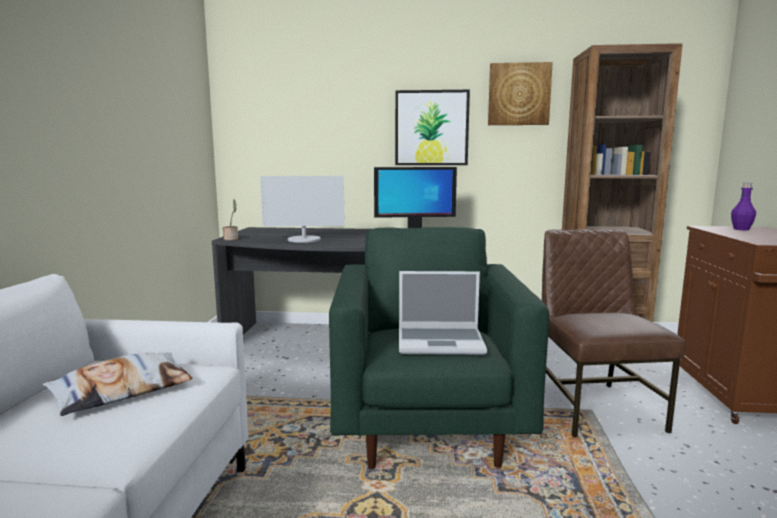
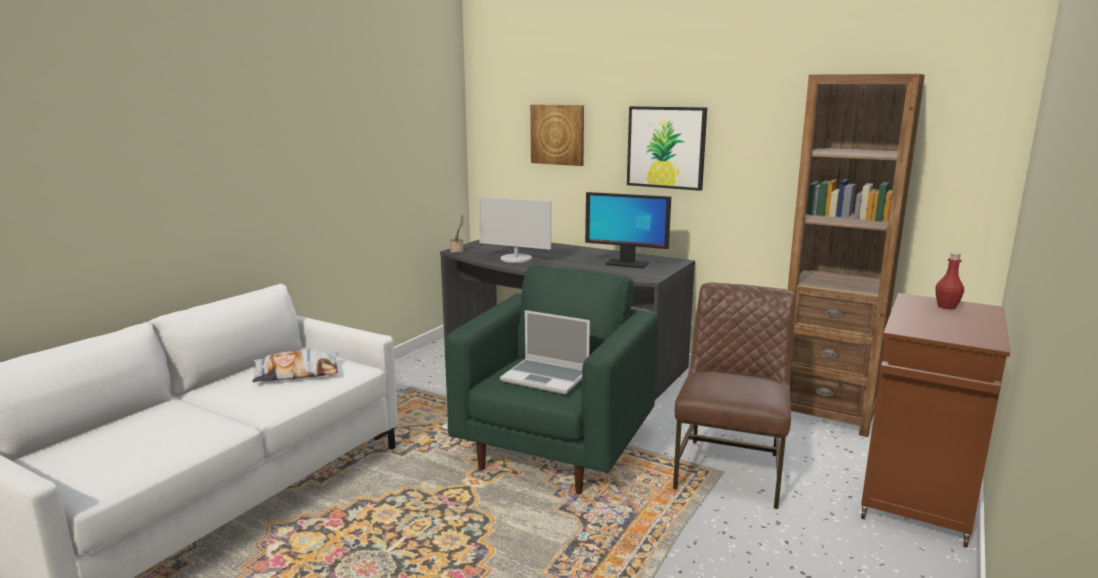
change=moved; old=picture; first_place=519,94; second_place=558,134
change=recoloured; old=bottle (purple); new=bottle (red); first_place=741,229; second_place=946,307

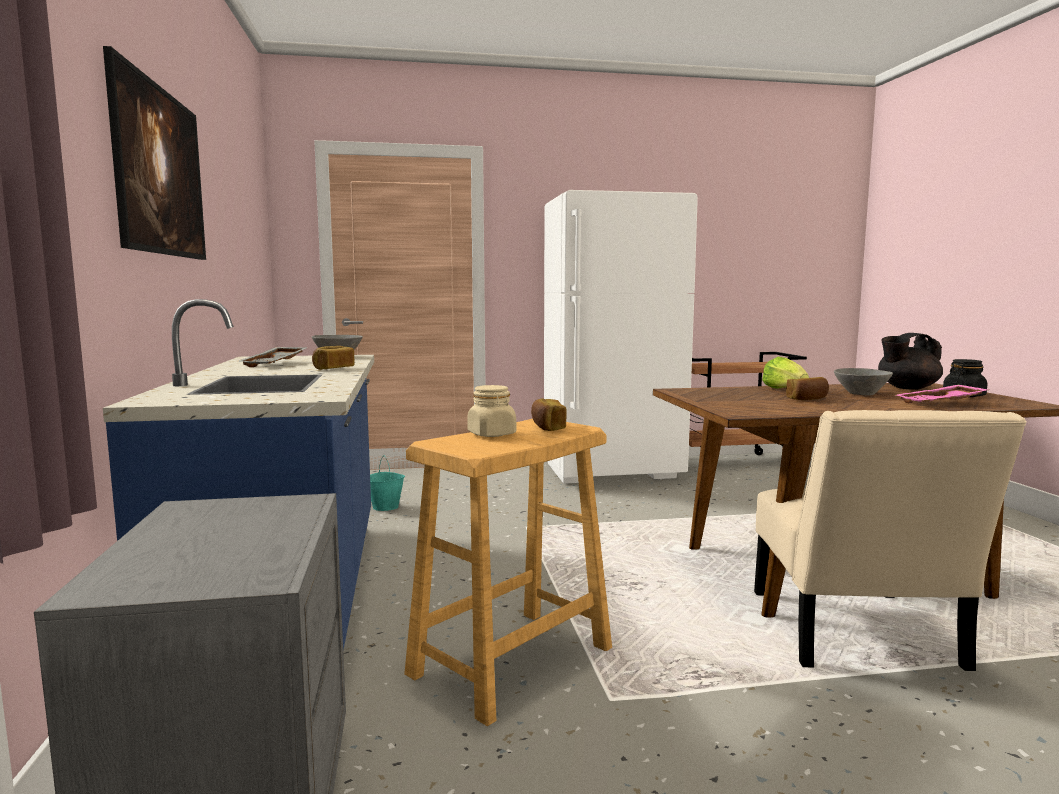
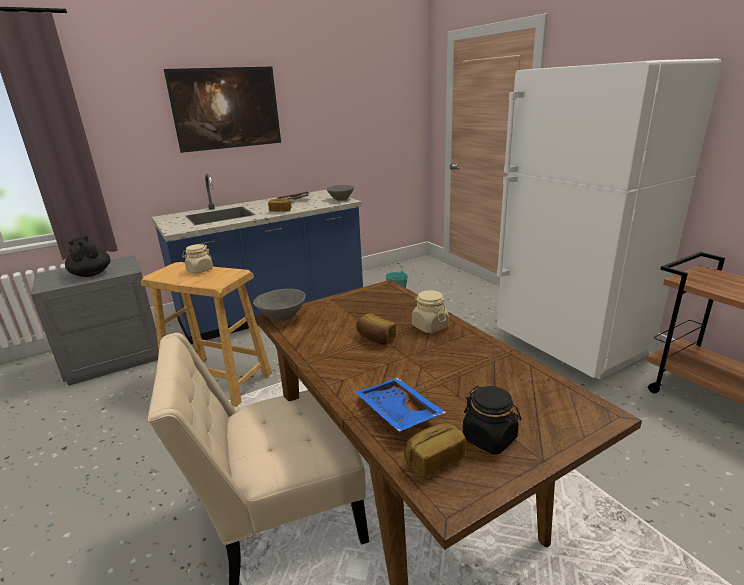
change=moved; old=bread; first_place=547,427; second_place=434,459
change=replaced; old=lettuce; new=jar (beige); first_place=785,390; second_place=429,326
change=moved; old=bowl (grey); first_place=861,394; second_place=281,317
change=moved; old=teapot (black); first_place=907,388; second_place=91,274
change=recoloured; old=tray (pink); new=tray (blue); first_place=941,403; second_place=396,413

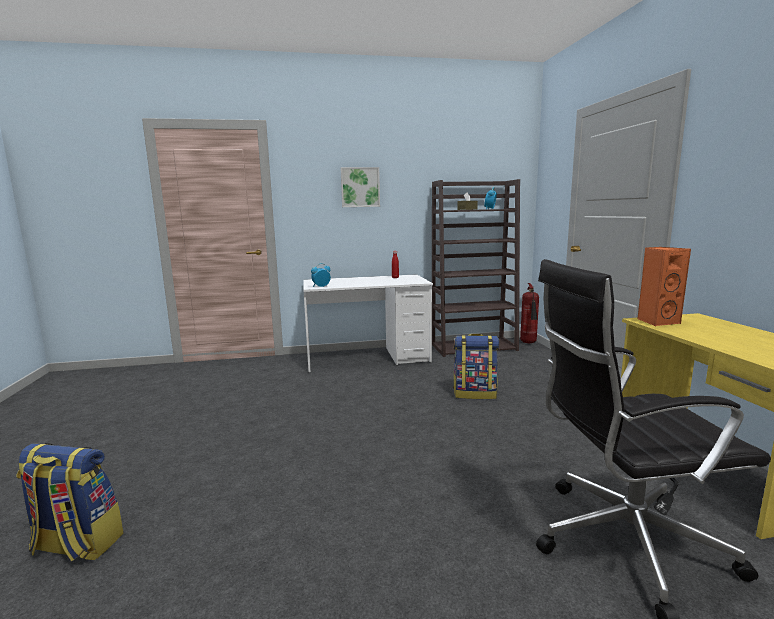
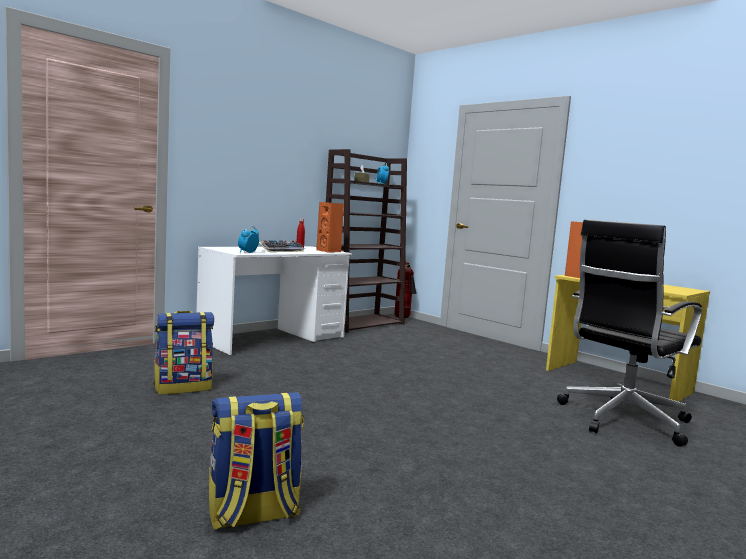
change=removed; old=picture; first_place=360,187
change=moved; old=backpack; first_place=475,393; second_place=183,387
change=added; new=keyboard; second_place=281,250
change=added; new=speaker (orange); second_place=329,251

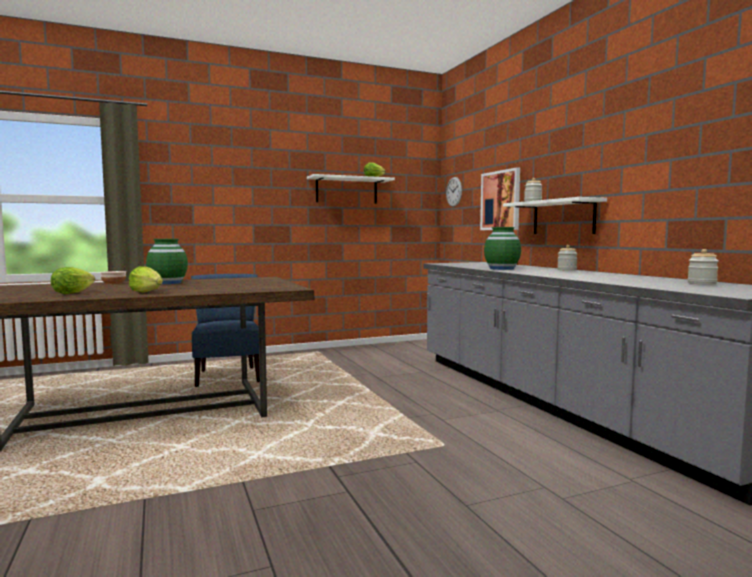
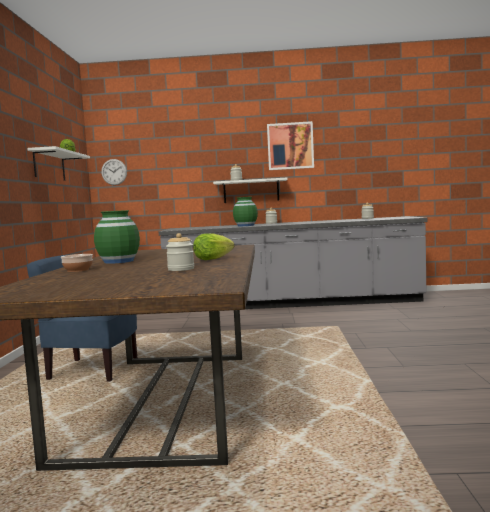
change=replaced; old=lettuce; new=jar; first_place=72,293; second_place=181,269
change=moved; old=picture; first_place=500,200; second_place=290,146

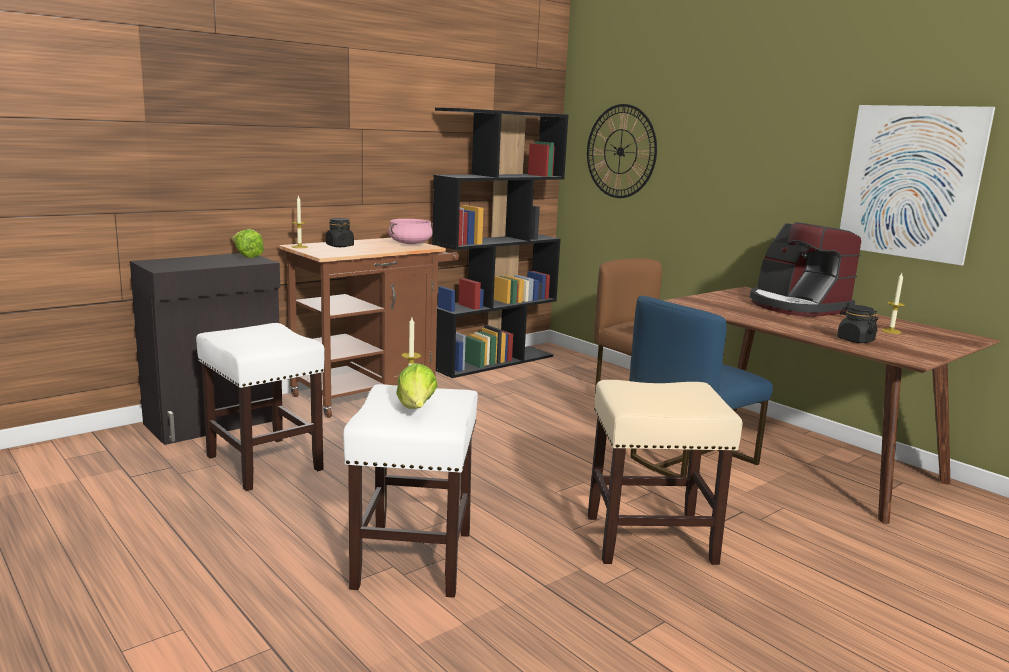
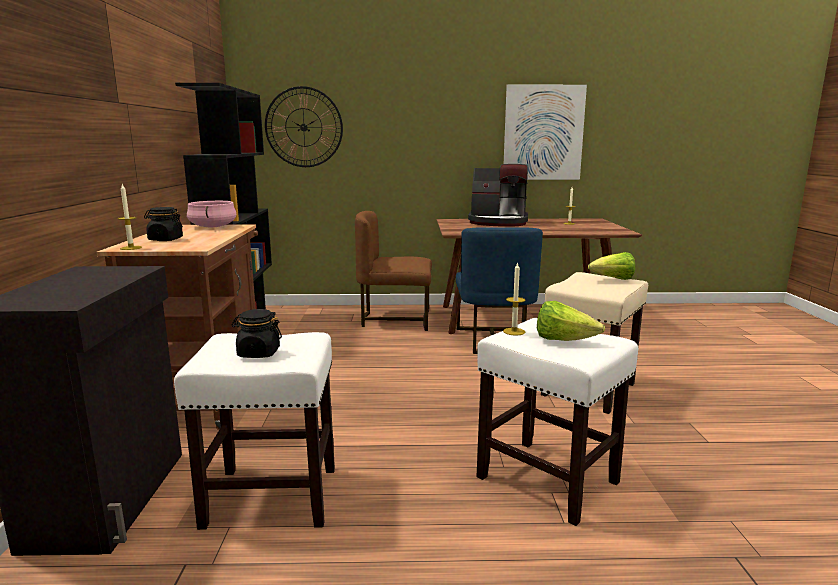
change=moved; old=lettuce; first_place=246,256; second_place=613,279
change=moved; old=jar (black); first_place=855,340; second_place=258,353

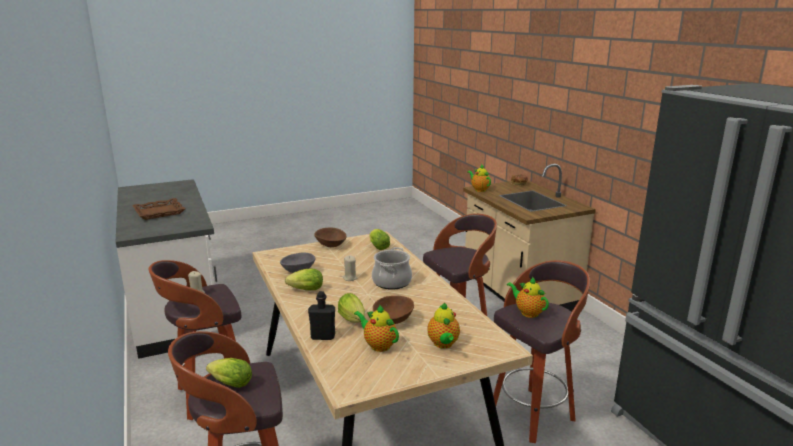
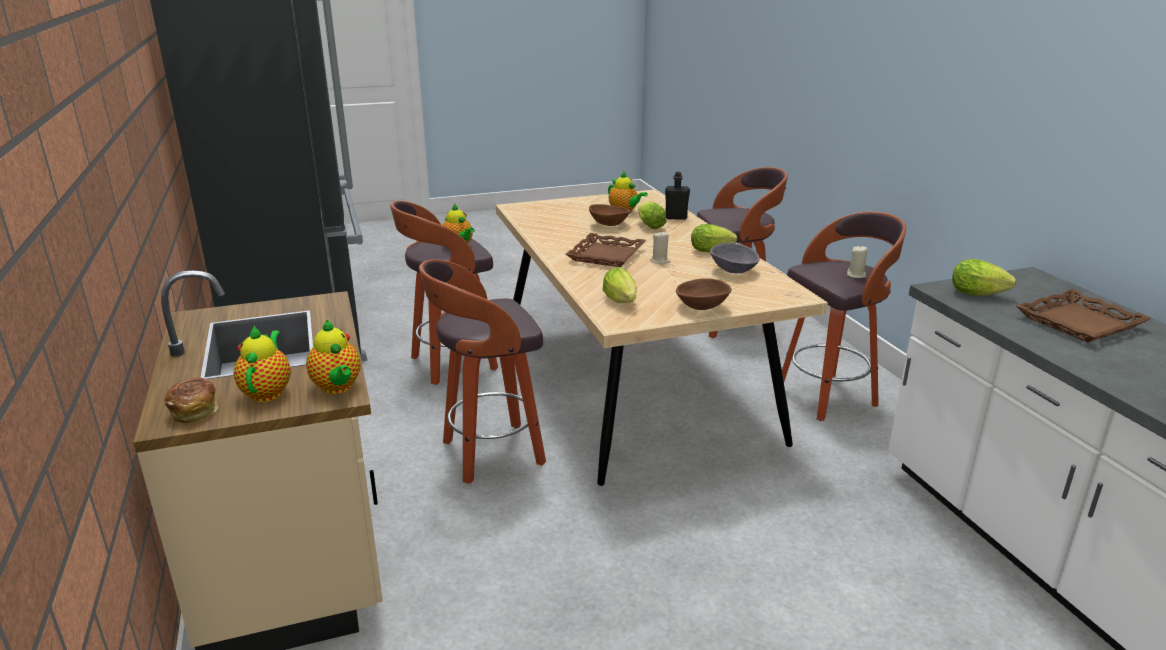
change=moved; old=lettuce; first_place=229,383; second_place=980,294
change=replaced; old=cooking pot; new=tray (brown); first_place=392,282; second_place=605,255
change=moved; old=teapot; first_place=443,344; second_place=268,392

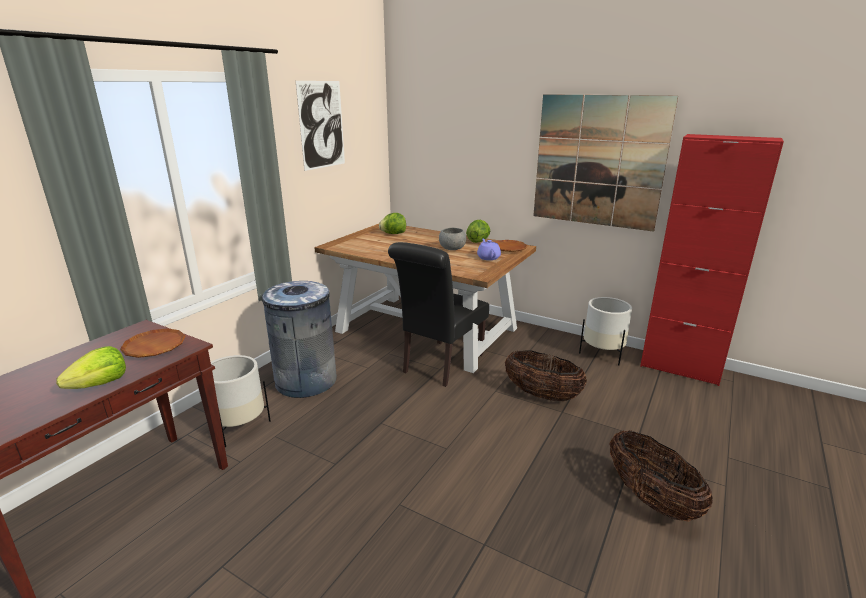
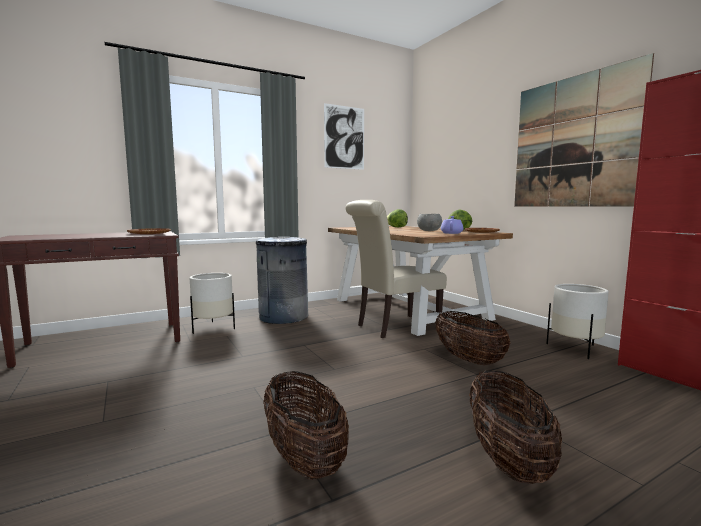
change=removed; old=lettuce; first_place=100,384
change=recoloured; old=chair (black); new=chair (beige); first_place=440,365; second_place=393,327
change=added; new=basket; second_place=304,458

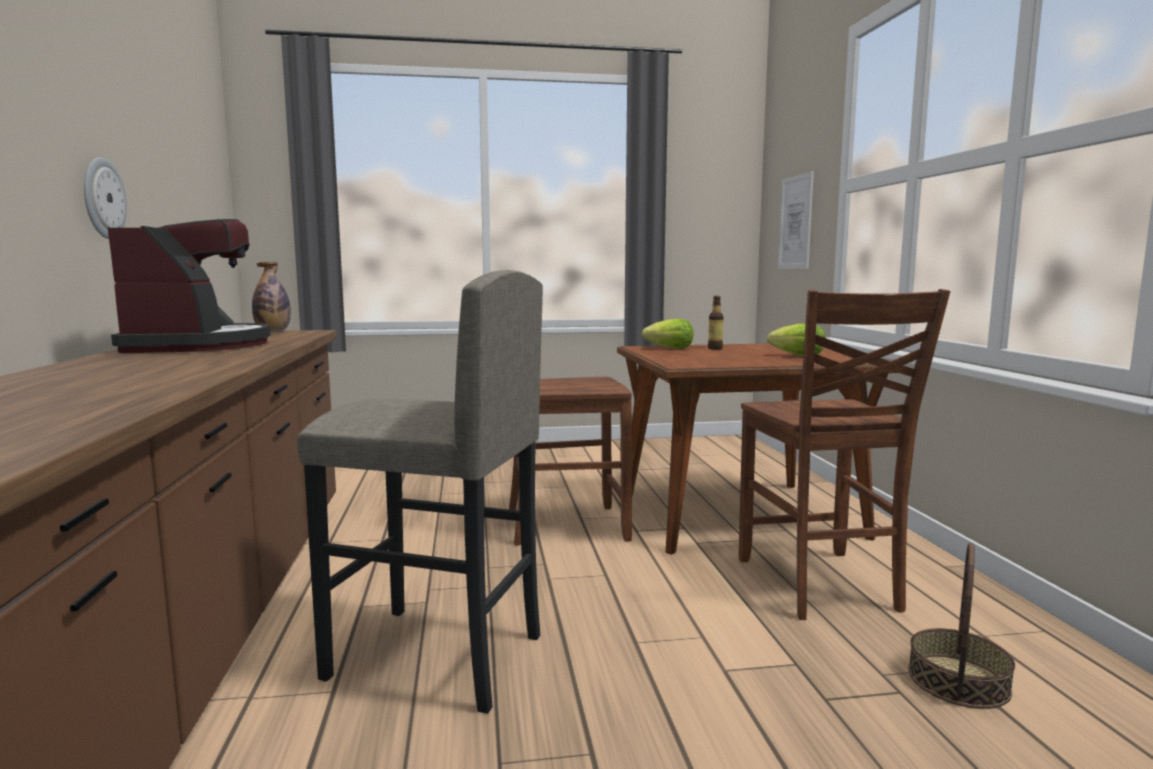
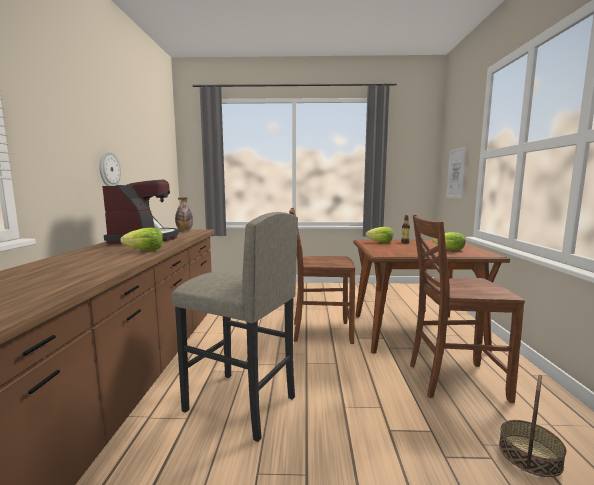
change=turned; old=chair (brown); first_place=819,585; second_place=453,380; degrees=90
change=added; new=lettuce; second_place=145,250

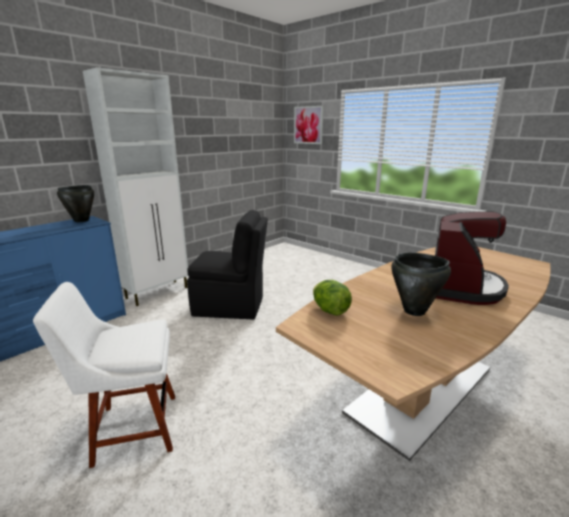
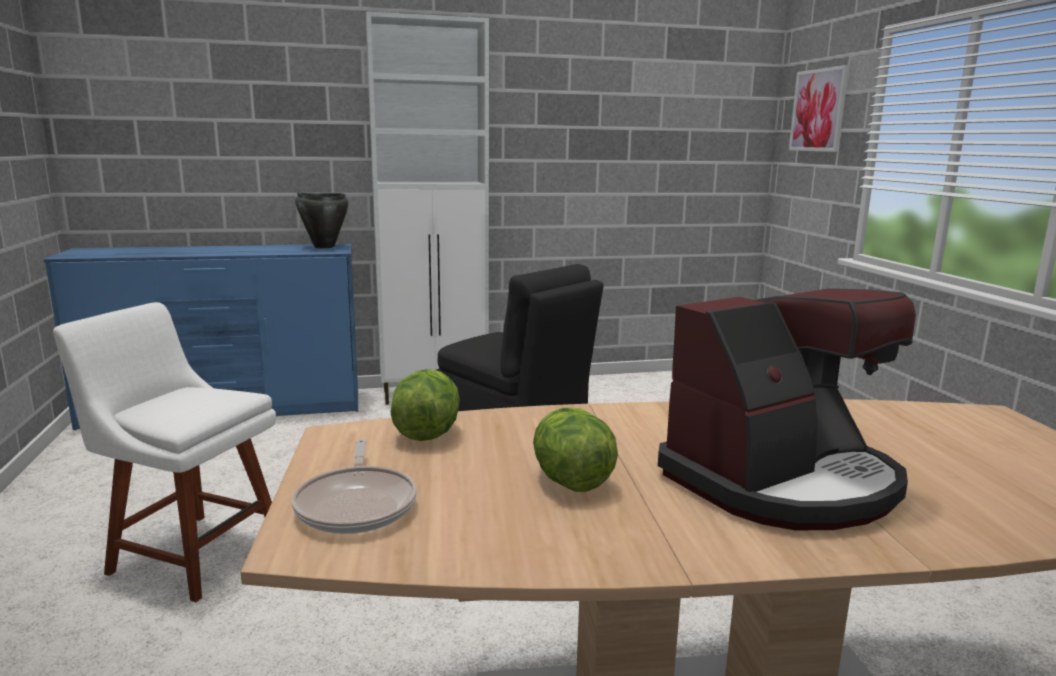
change=replaced; old=cooking pot (black); new=lettuce; first_place=414,311; second_place=570,481
change=added; new=frying pan; second_place=357,504

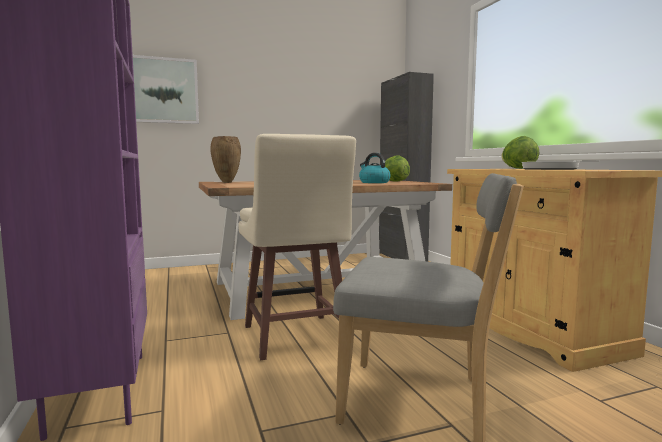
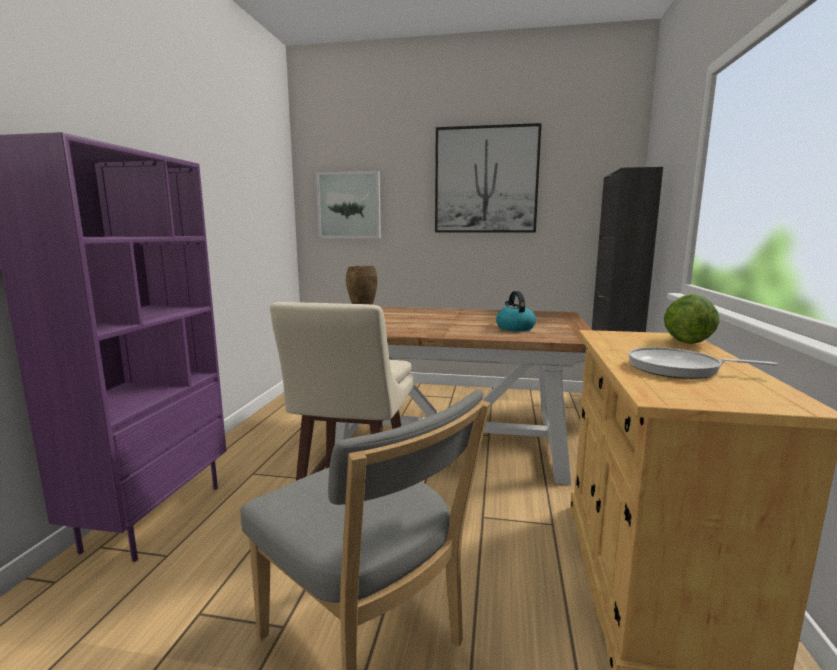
change=removed; old=lettuce; first_place=394,181
change=added; new=picture; second_place=486,180

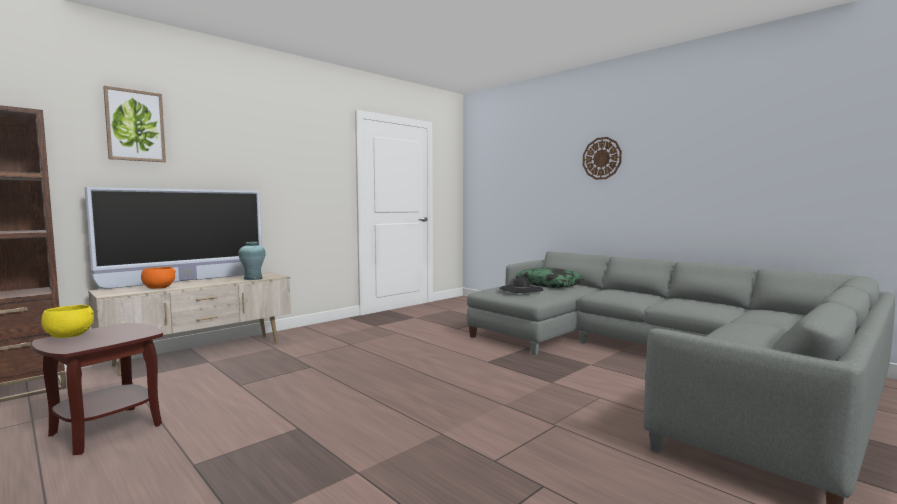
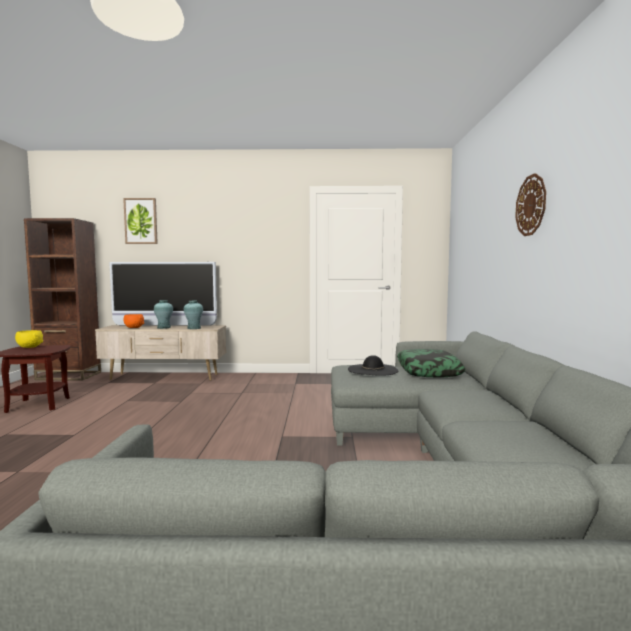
change=added; new=vase (turquoise); second_place=164,327

